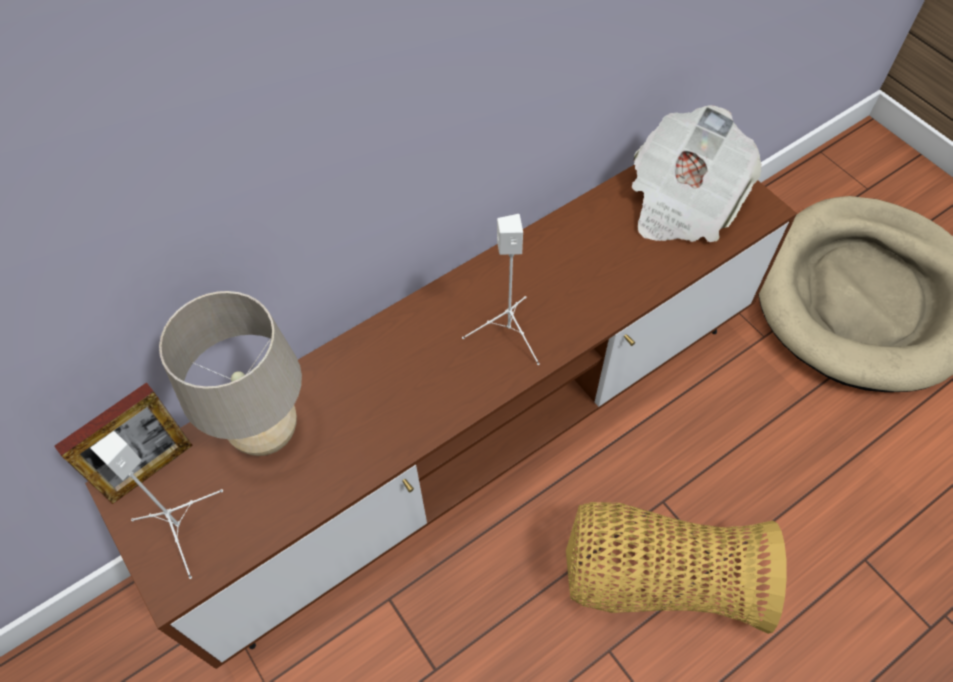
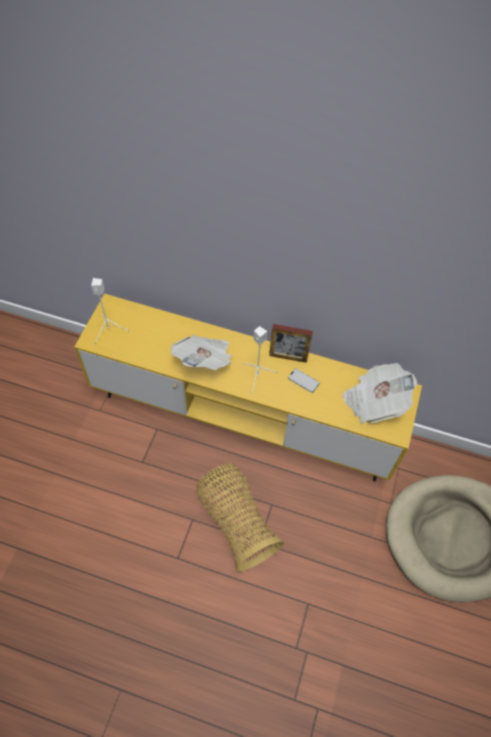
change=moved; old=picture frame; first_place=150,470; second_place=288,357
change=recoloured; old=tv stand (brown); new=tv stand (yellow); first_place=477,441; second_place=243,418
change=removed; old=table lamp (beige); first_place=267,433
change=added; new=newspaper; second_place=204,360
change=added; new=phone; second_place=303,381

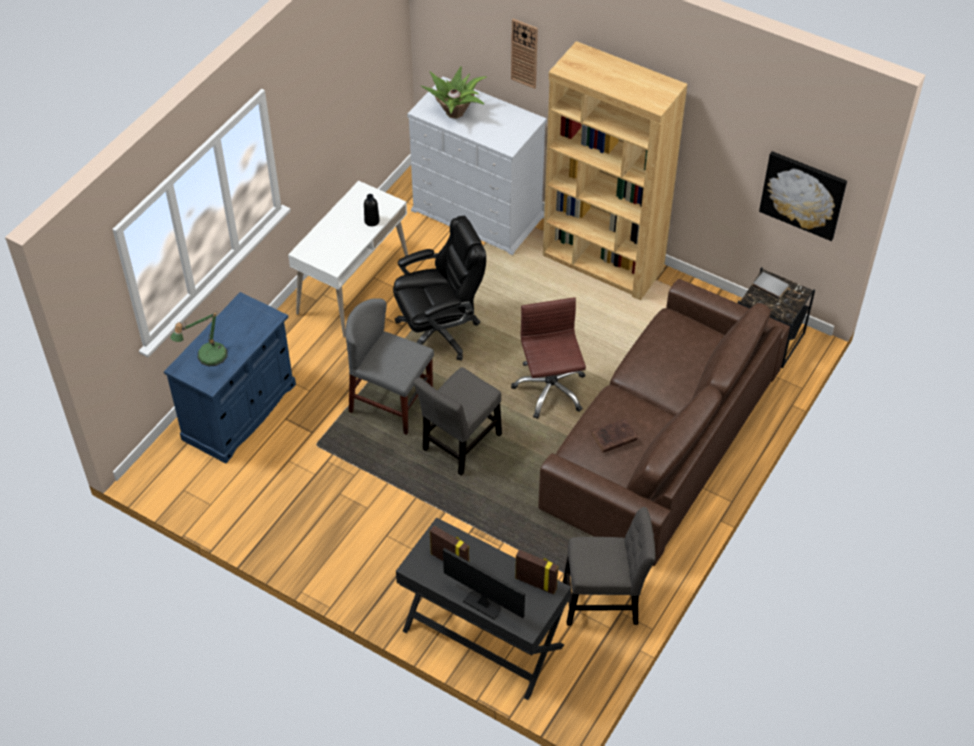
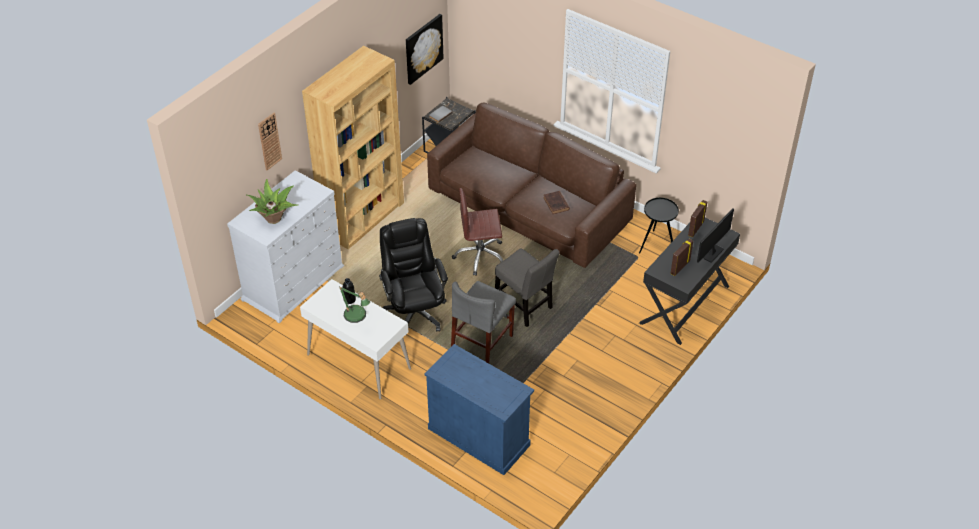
change=moved; old=table lamp; first_place=207,357; second_place=357,317
change=replaced; old=chair (grey); new=side table (black); first_place=605,602; second_place=656,245

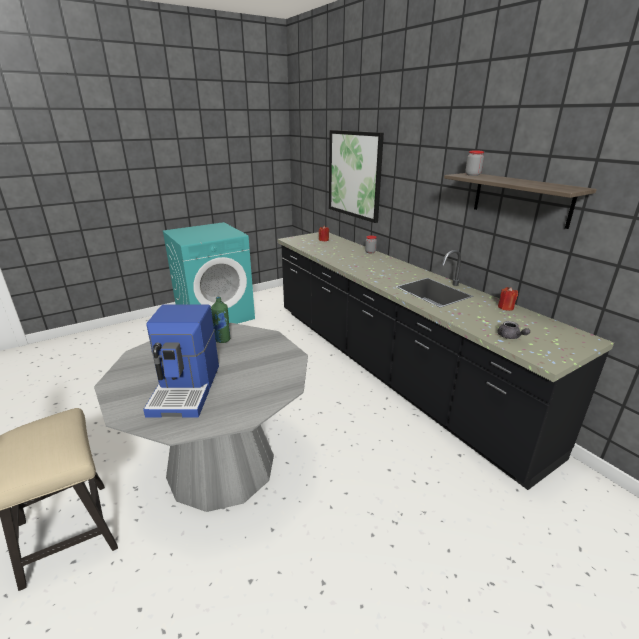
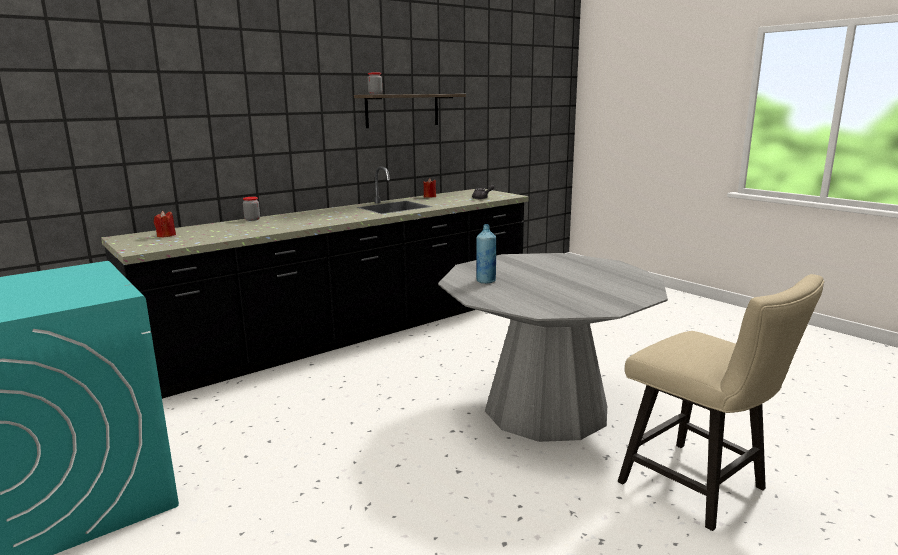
change=removed; old=coffee machine; first_place=187,389
change=recoloured; old=bottle (green); new=bottle (blue); first_place=223,340; second_place=486,281
change=removed; old=picture; first_place=354,175

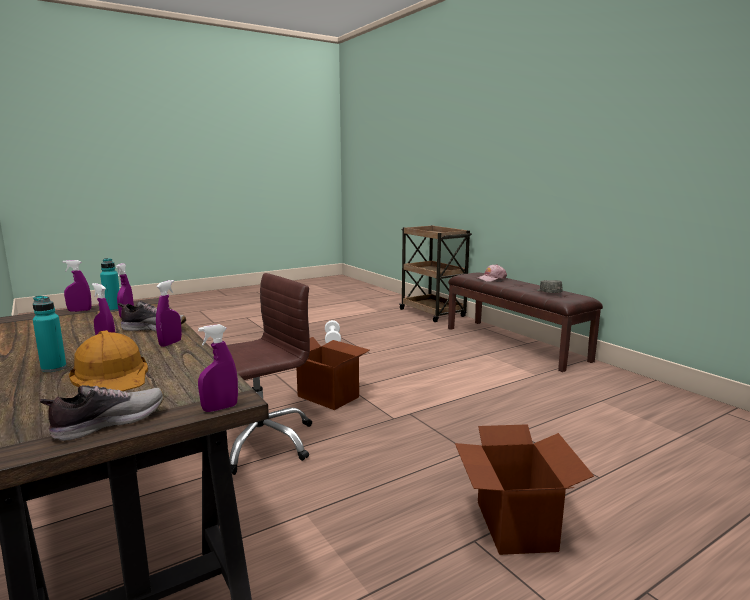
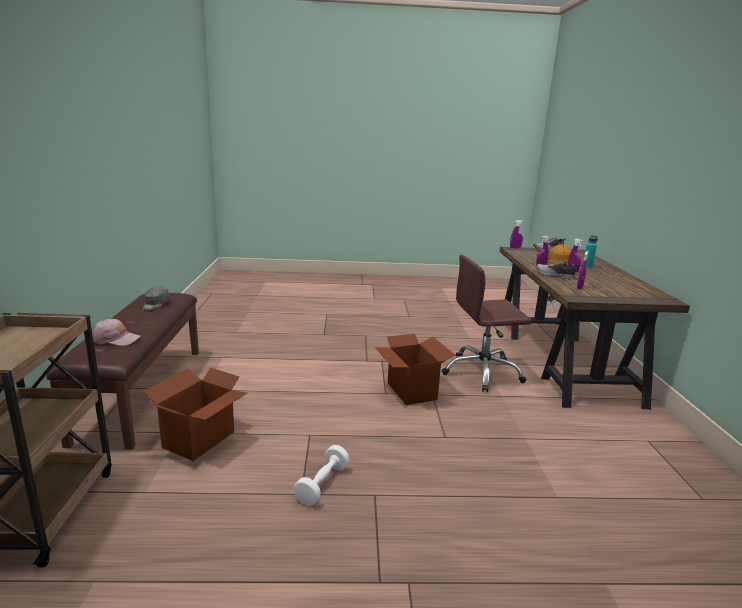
change=removed; old=spray bottle (purple); first_place=79,310
change=removed; old=bottle (turquoise); first_place=113,309
change=moved; old=cardboard box; first_place=514,525; second_place=200,440

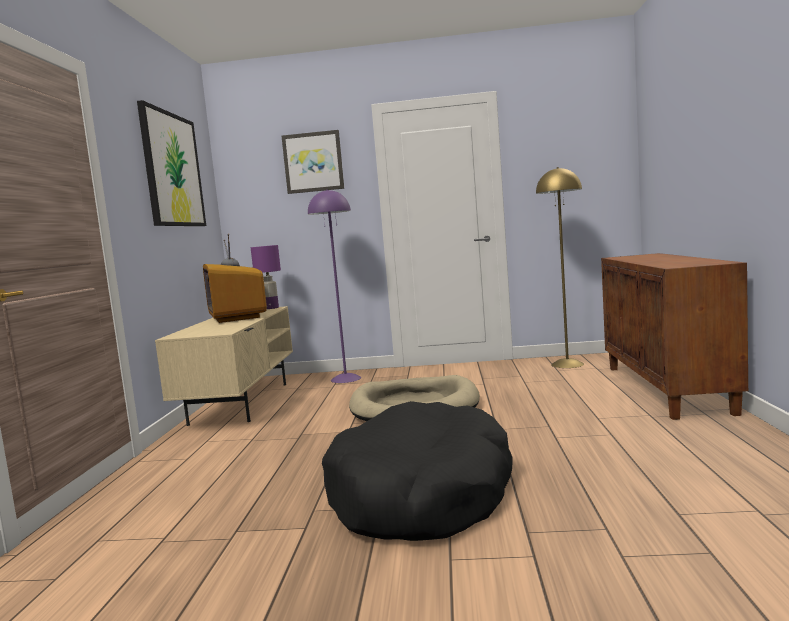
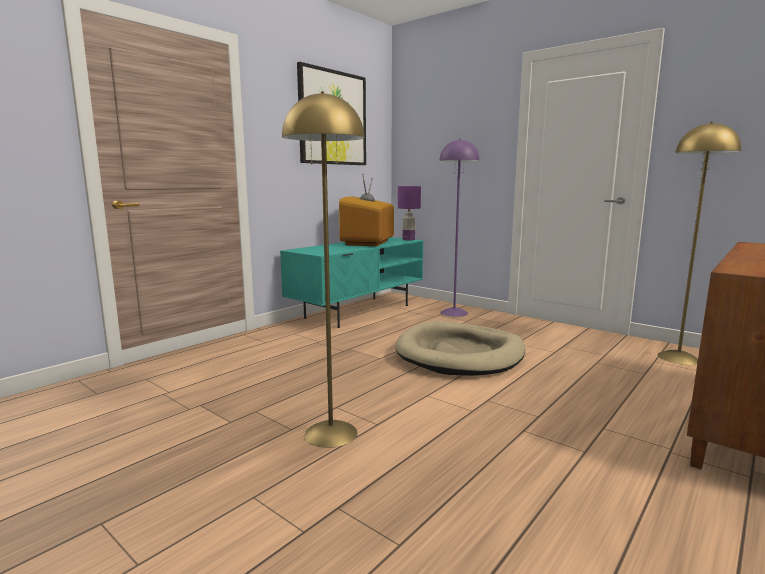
change=recoloured; old=tv stand (beige); new=tv stand (turquoise); first_place=240,403; second_place=358,311
change=removed; old=picture; first_place=313,162
change=replaced; old=dog bed (black); new=floor lamp (yellow); first_place=421,495; second_place=331,433

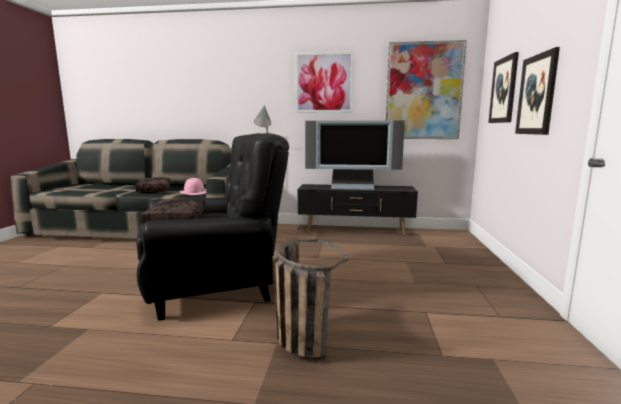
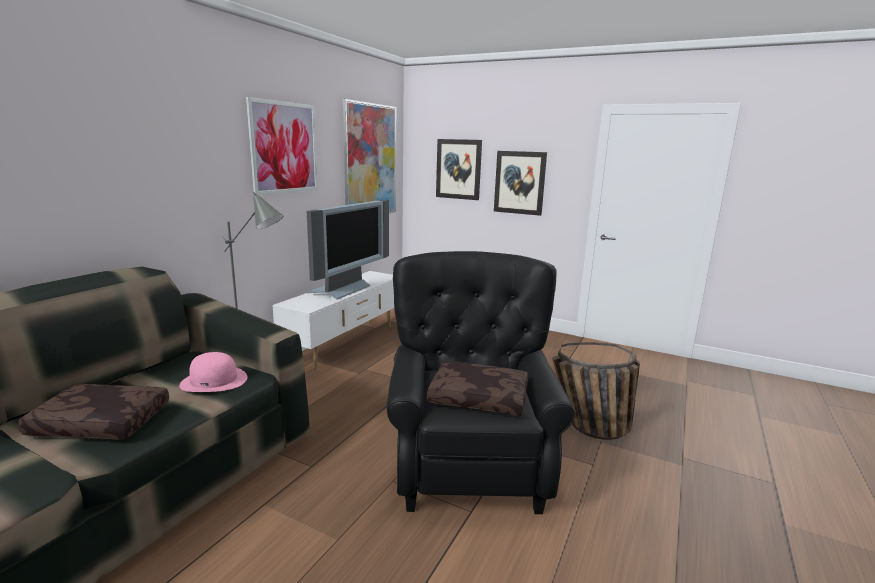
change=recoloured; old=tv stand (black); new=tv stand (white); first_place=355,231; second_place=346,343

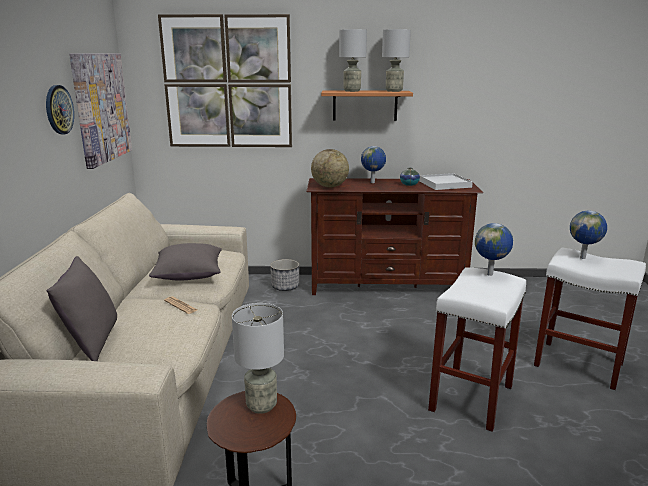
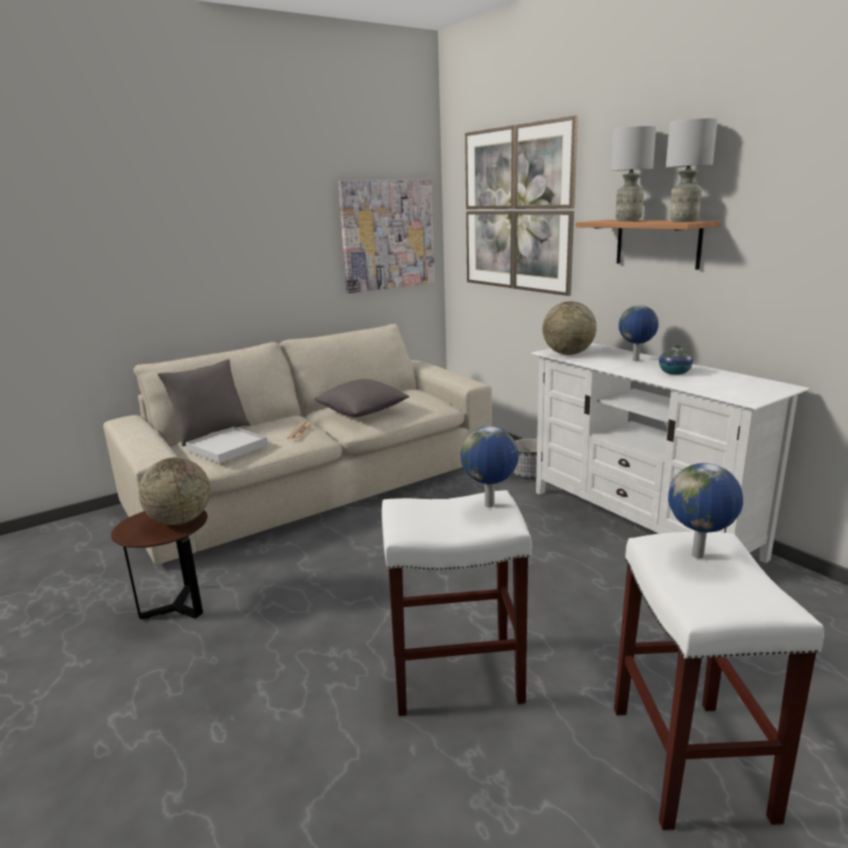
change=removed; old=wall clock; first_place=58,109
change=replaced; old=table lamp (grey); new=globe; first_place=261,405; second_place=180,520
change=recoloured; old=tv stand (brown); new=tv stand (white); first_place=387,286; second_place=641,522
change=moved; old=tray (white); first_place=444,184; second_place=227,448

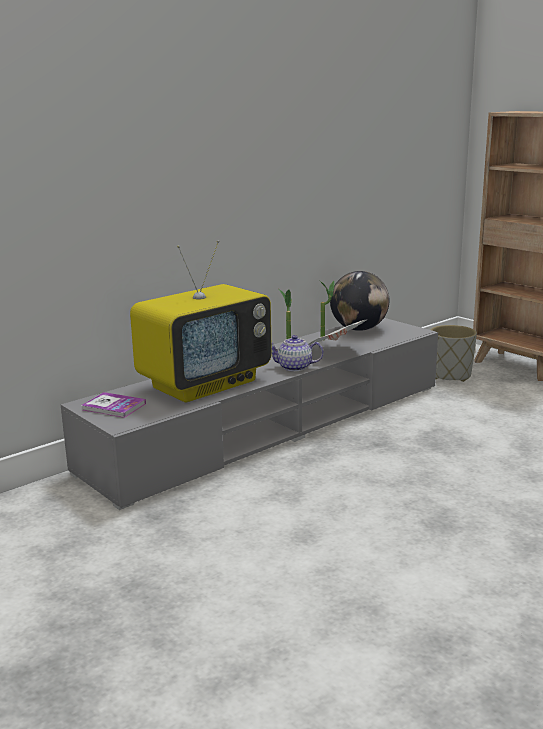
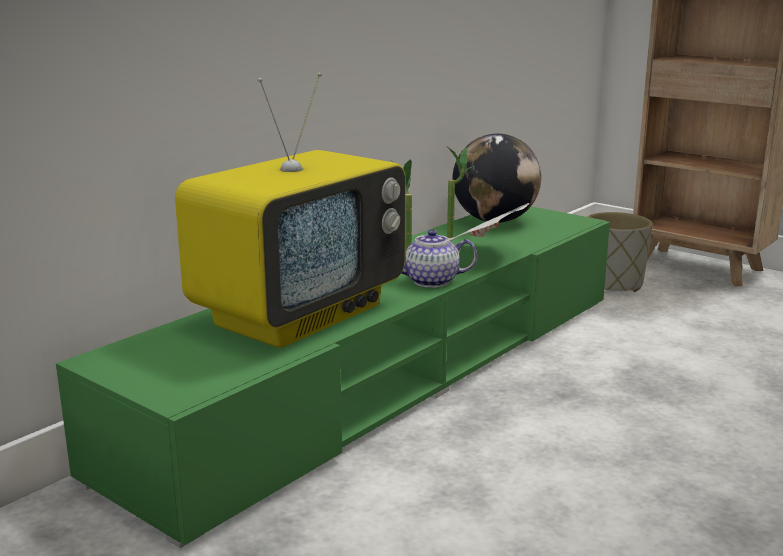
change=recoloured; old=tv stand (grey); new=tv stand (green); first_place=273,426; second_place=392,375
change=removed; old=book; first_place=114,407

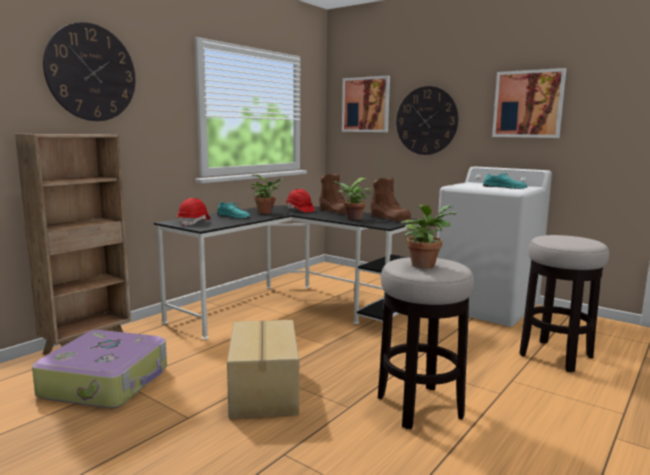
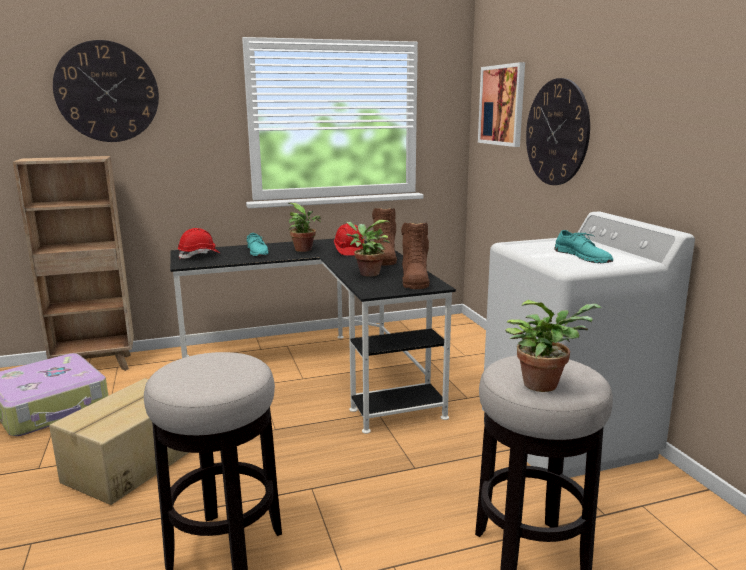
change=moved; old=potted plant; first_place=424,265; second_place=544,384
change=removed; old=picture; first_place=528,104

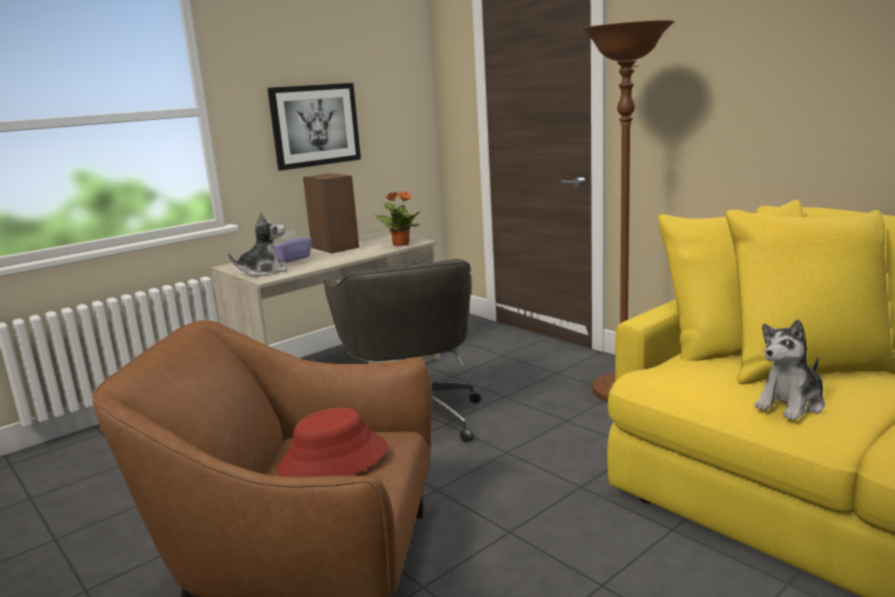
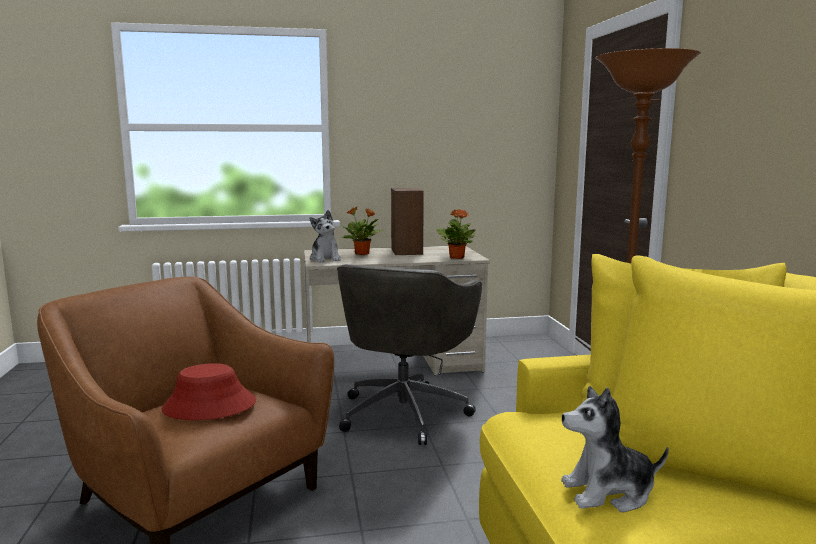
change=turned; old=plush toy; first_place=263,272; second_place=325,259; degrees=60
change=removed; old=picture; first_place=315,125
change=replaced; old=tissue box (purple); new=potted plant; first_place=292,259; second_place=362,254

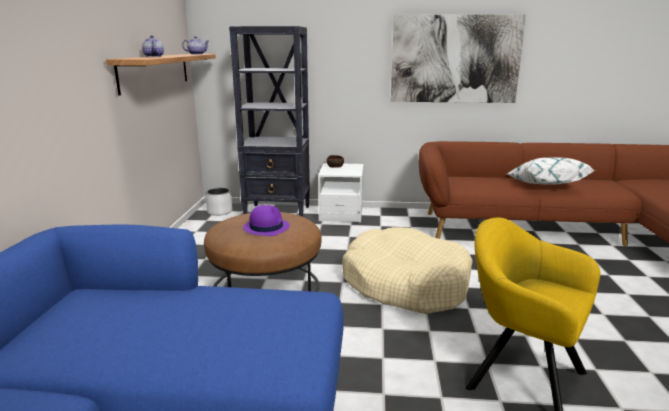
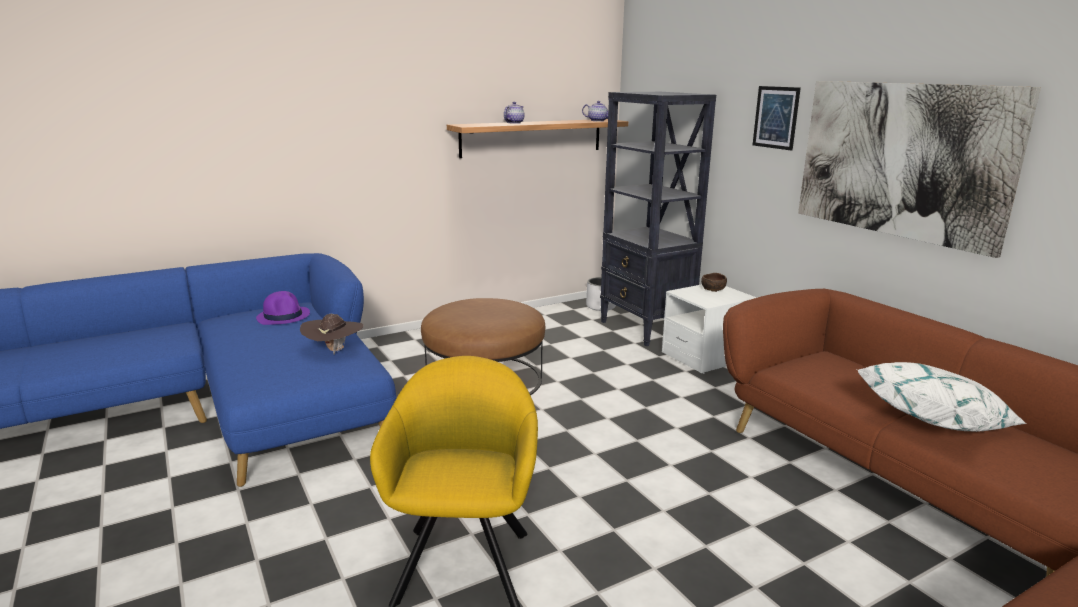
change=moved; old=hat (purple); first_place=266,227; second_place=283,316
change=removed; old=dog bed (beige); first_place=405,284
change=added; new=hat (brown); second_place=334,350
change=added; new=picture; second_place=776,117

